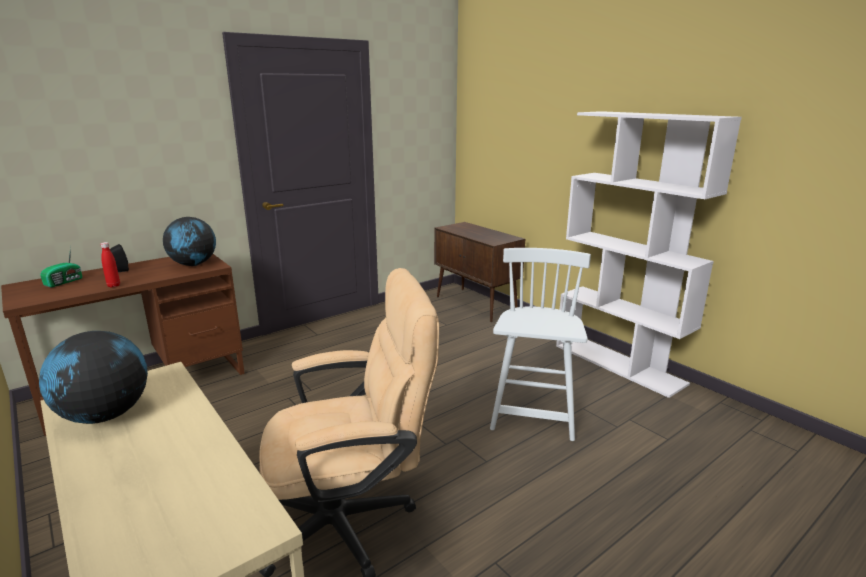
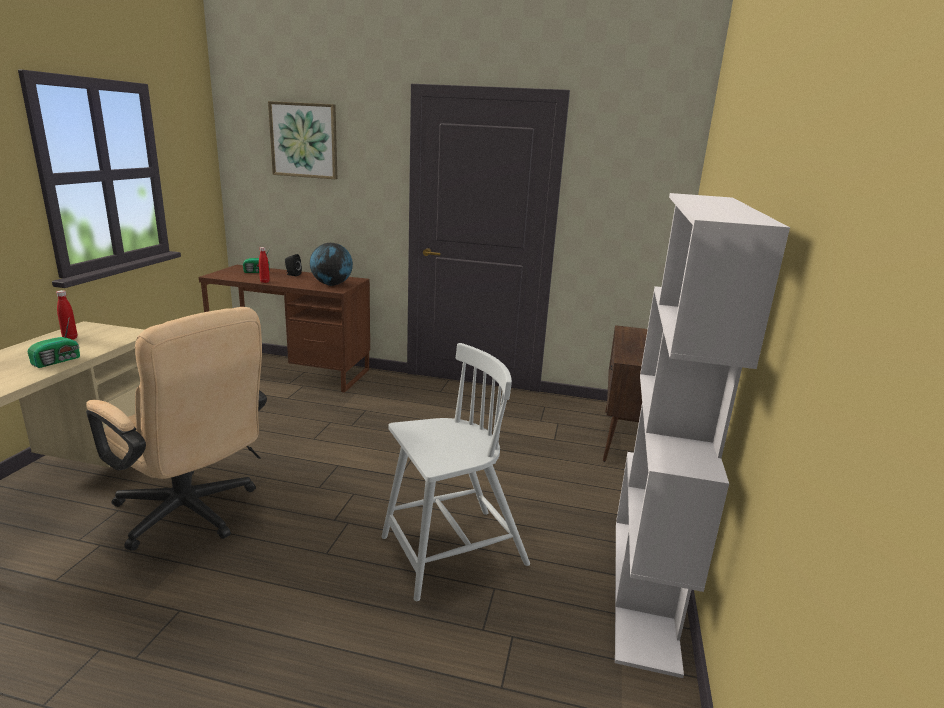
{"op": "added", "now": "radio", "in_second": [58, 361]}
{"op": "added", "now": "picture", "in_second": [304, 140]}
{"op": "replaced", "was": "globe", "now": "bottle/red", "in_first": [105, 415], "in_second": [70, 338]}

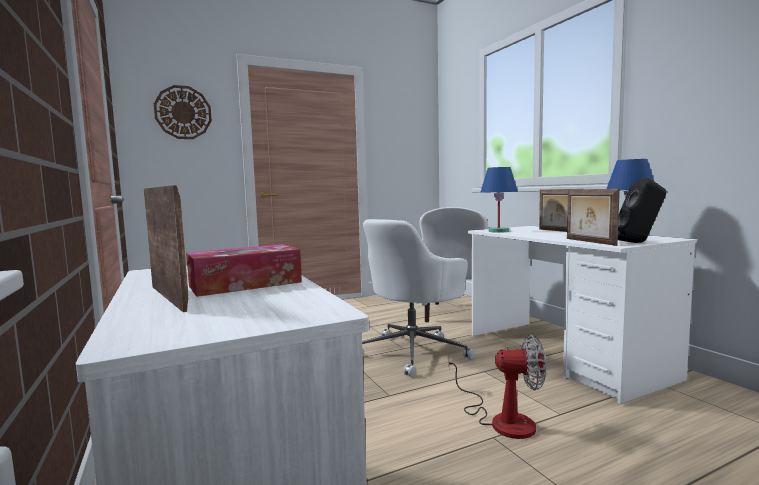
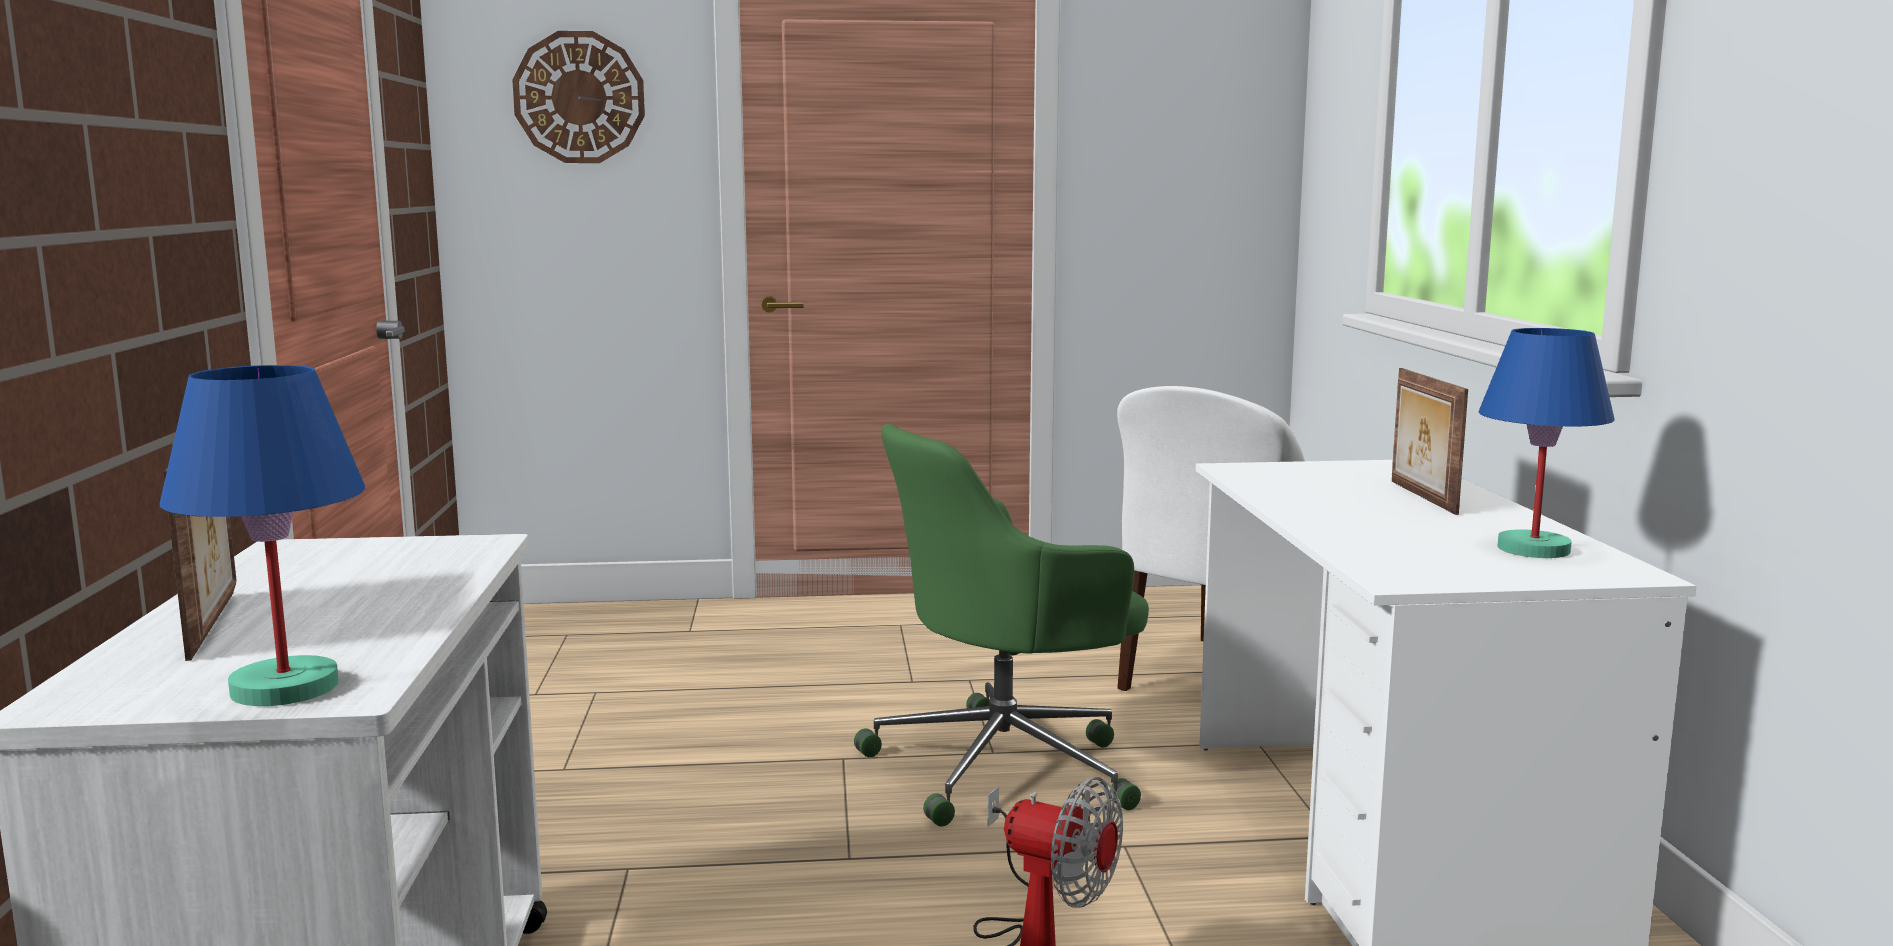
{"op": "removed", "was": "tissue box", "in_first": [245, 284]}
{"op": "removed", "was": "picture frame", "in_first": [589, 242]}
{"op": "removed", "was": "speaker/black", "in_first": [639, 242]}
{"op": "moved", "was": "table lamp/blue", "in_first": [498, 231], "in_second": [282, 688]}
{"op": "recoloured", "was": "office chair/white", "now": "office chair/green", "in_first": [414, 352], "in_second": [1007, 766]}

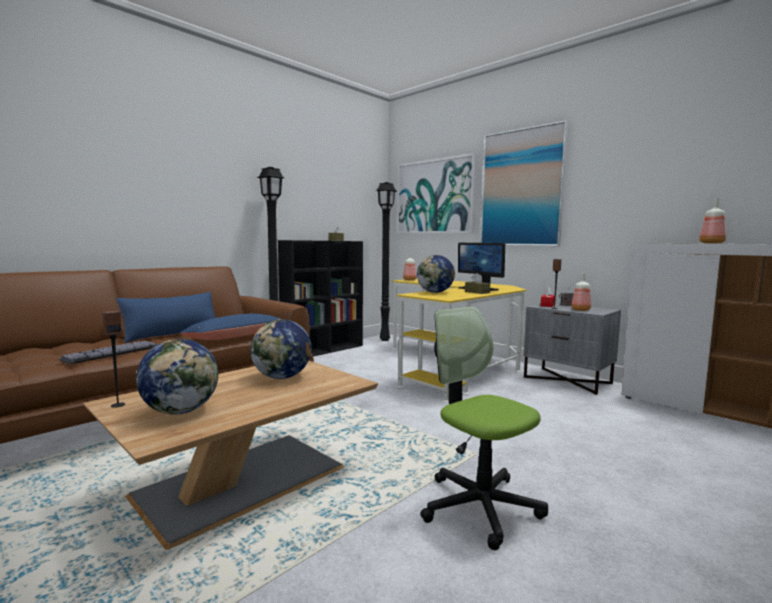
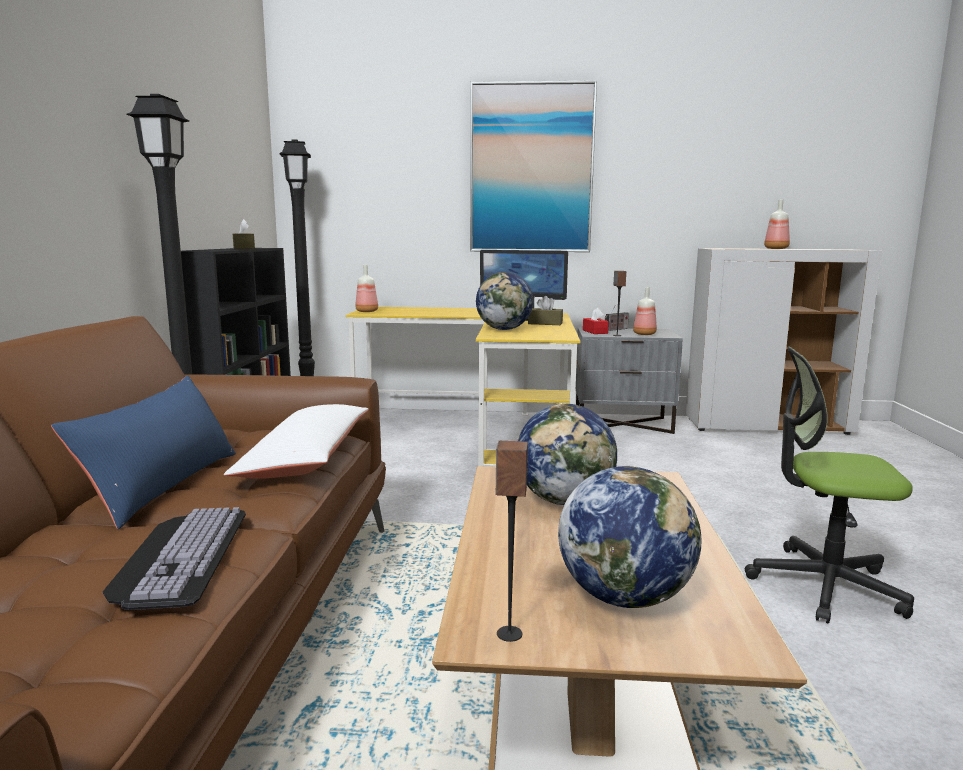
{"op": "removed", "was": "picture", "in_first": [434, 197]}
{"op": "recoloured", "was": "pillow/blue", "now": "pillow/white", "in_first": [234, 337], "in_second": [306, 459]}

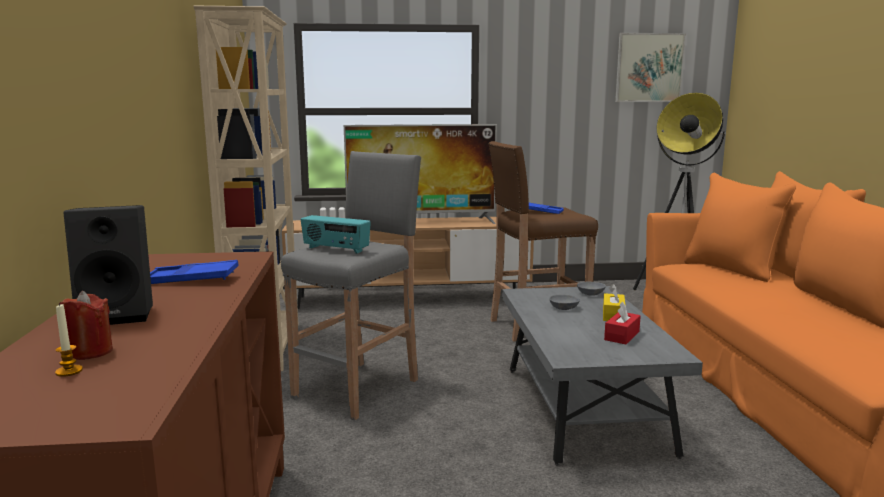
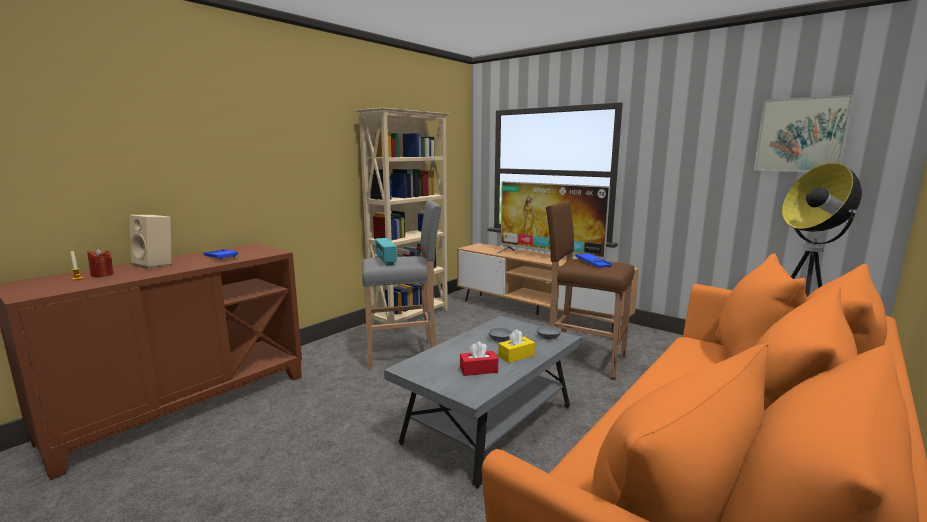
{"op": "recoloured", "was": "speaker/black", "now": "speaker/beige", "in_first": [119, 314], "in_second": [156, 264]}

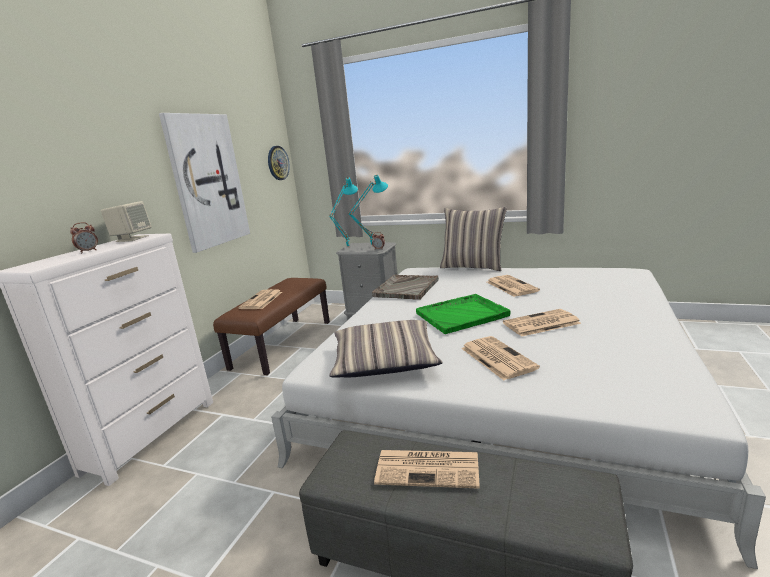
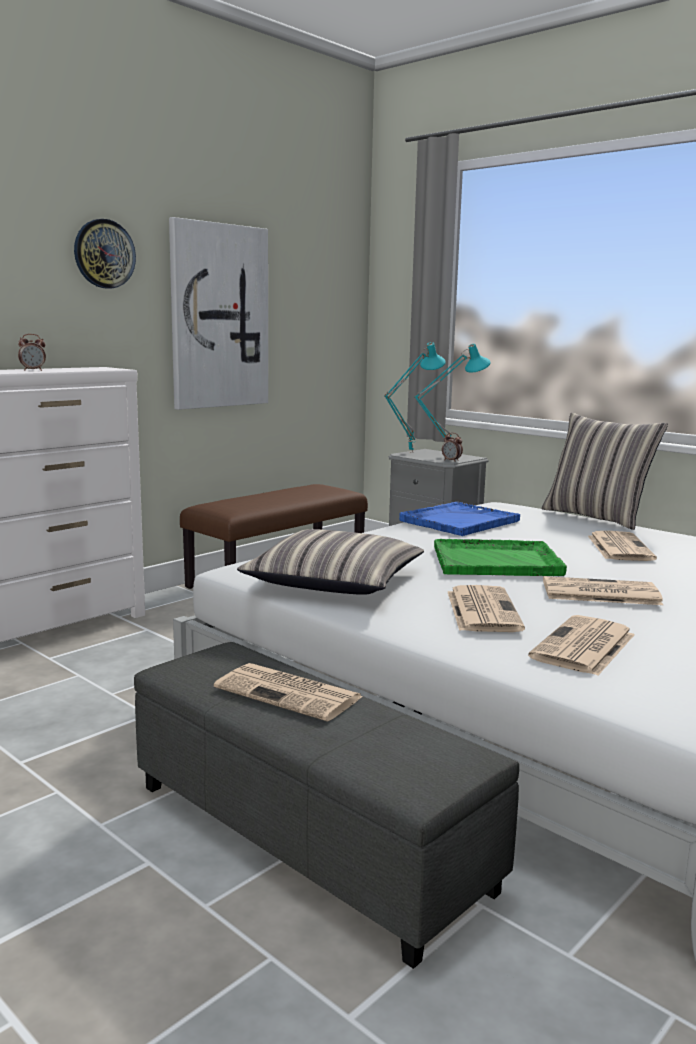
{"op": "removed", "was": "speaker/beige", "in_first": [132, 239]}
{"op": "moved", "was": "newspaper", "in_first": [261, 300], "in_second": [584, 647]}
{"op": "moved", "was": "wall clock", "in_first": [278, 163], "in_second": [104, 254]}
{"op": "recoloured", "was": "tray/grey", "now": "tray/blue", "in_first": [406, 288], "in_second": [458, 521]}

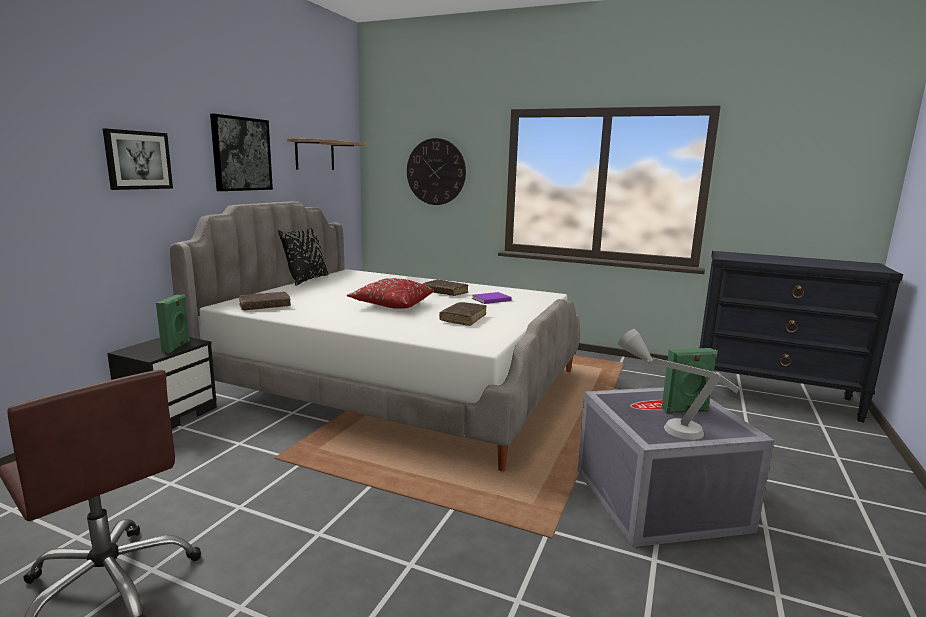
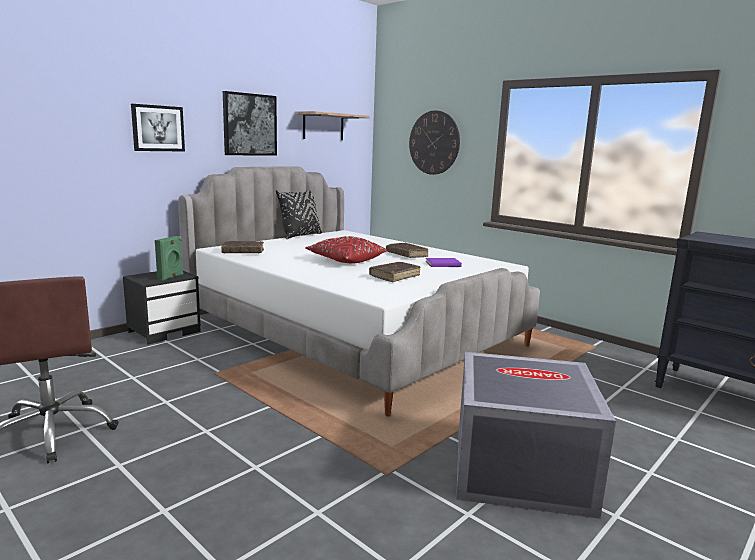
{"op": "removed", "was": "table lamp/grey", "in_first": [664, 424]}
{"op": "removed", "was": "speaker/green", "in_first": [685, 410]}

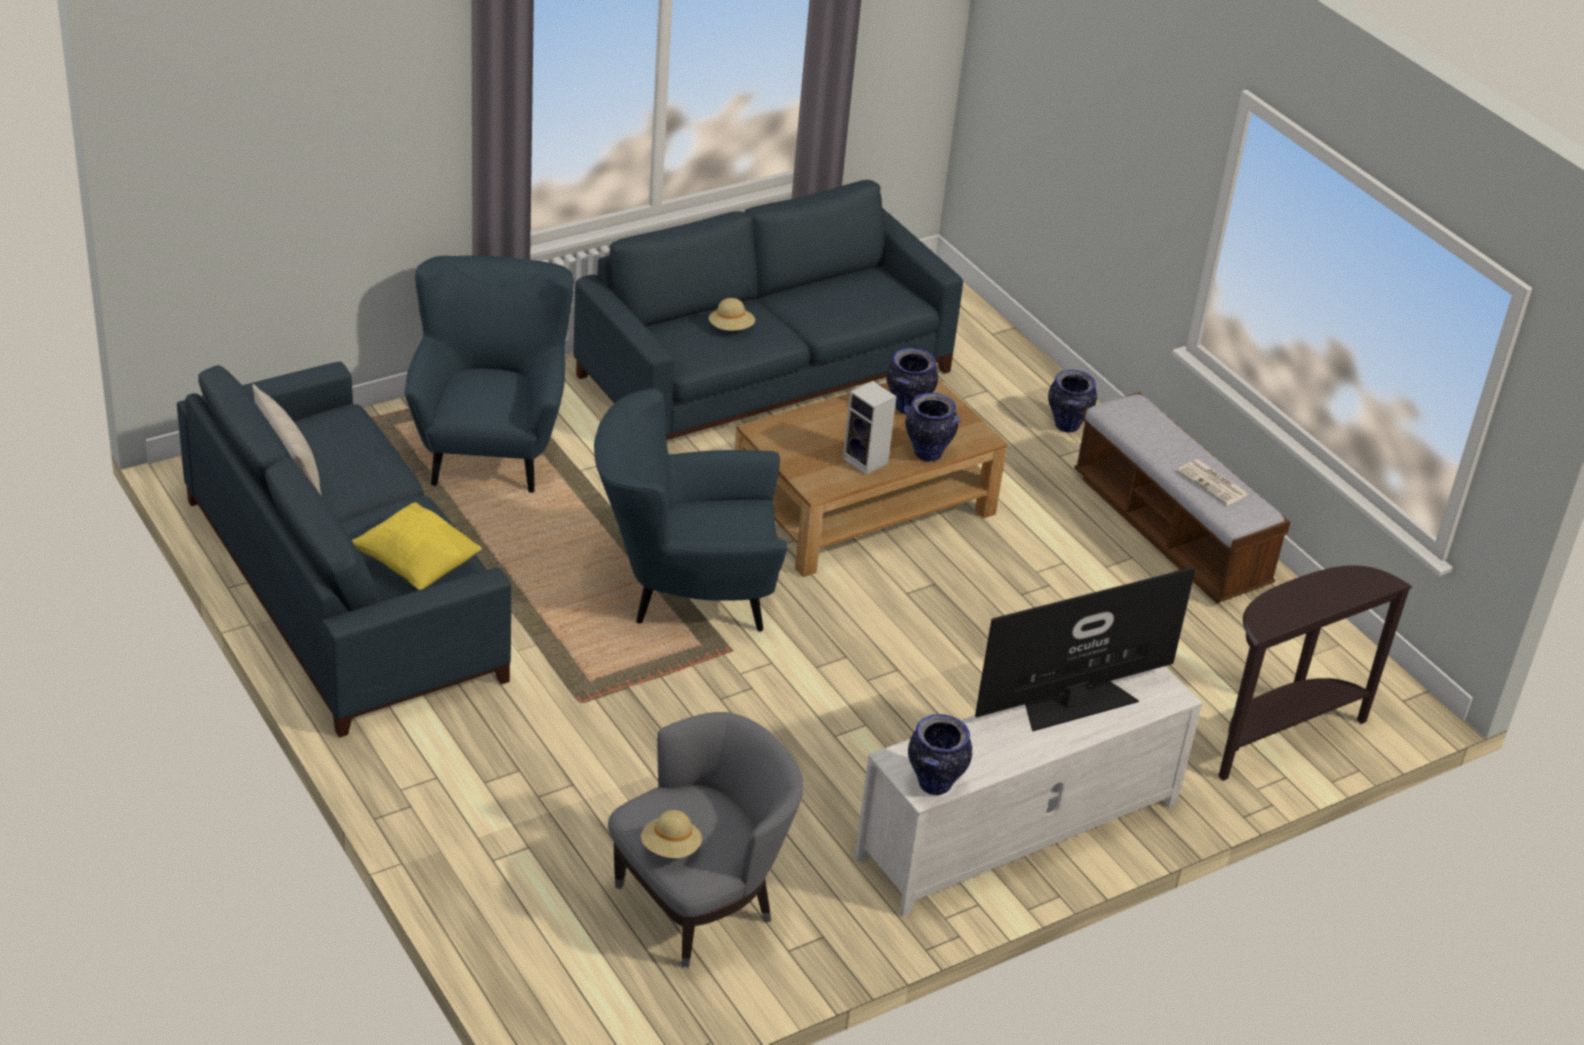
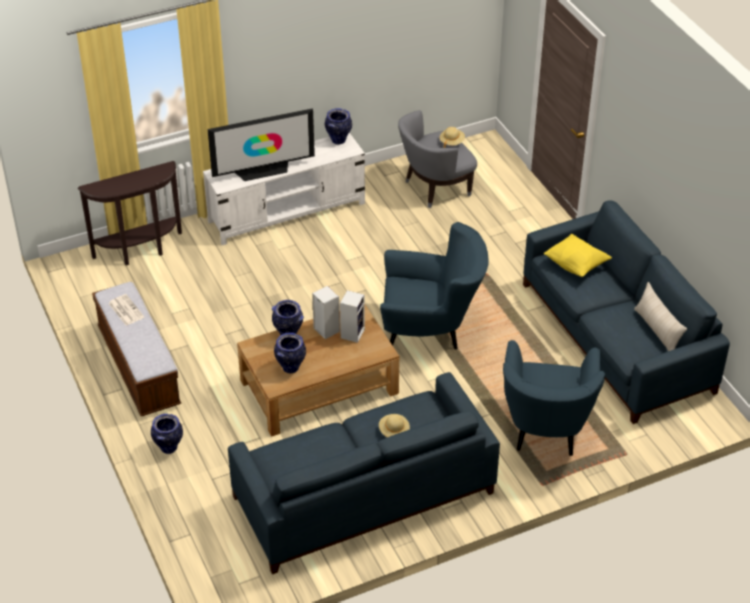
{"op": "added", "now": "speaker", "in_second": [352, 333]}

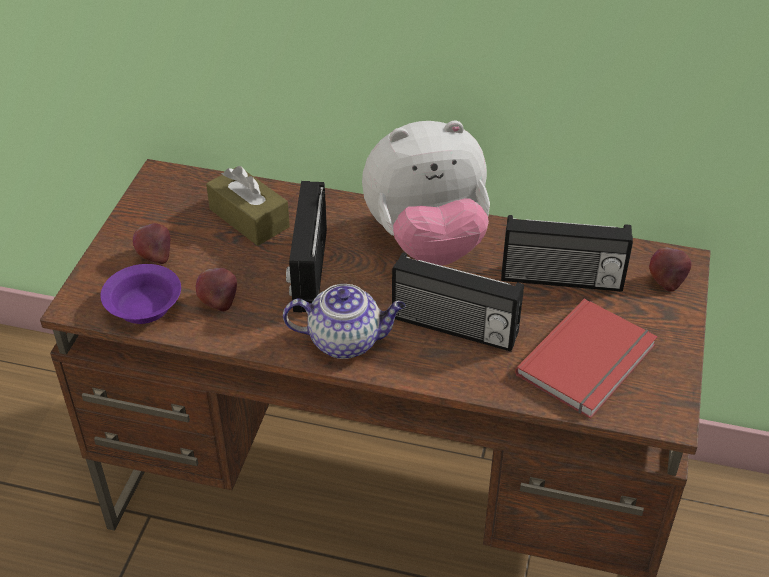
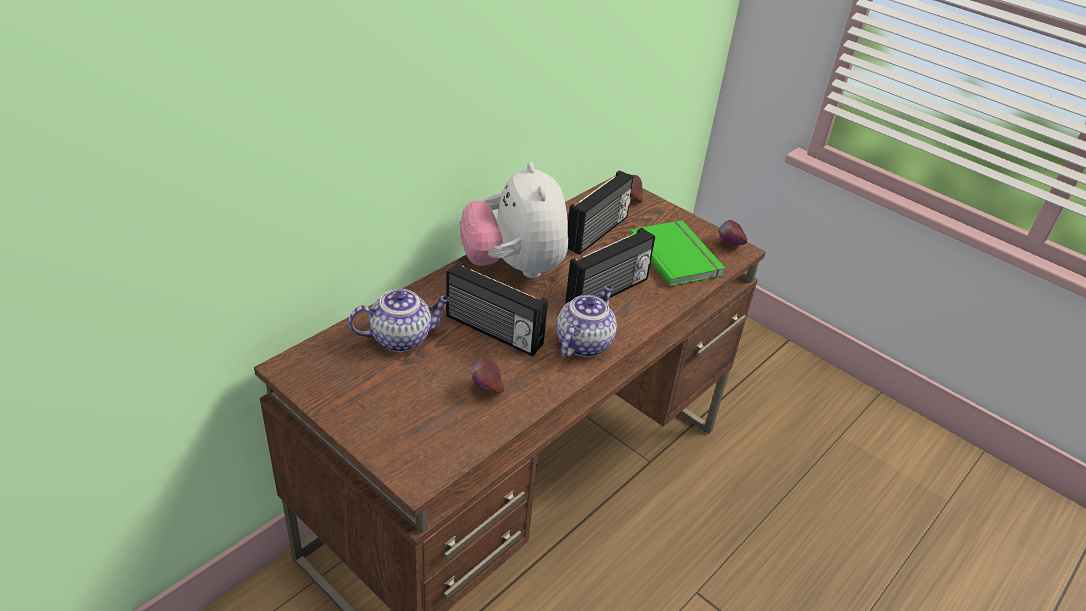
{"op": "removed", "was": "bowl/purple", "in_first": [145, 306]}
{"op": "moved", "was": "apple", "in_first": [155, 256], "in_second": [730, 245]}
{"op": "replaced", "was": "tissue box/brown", "now": "teapot", "in_first": [249, 218], "in_second": [402, 338]}
{"op": "recoloured", "was": "book/red", "now": "book/green", "in_first": [590, 362], "in_second": [677, 255]}
{"op": "turned", "was": "plush toy", "in_first": [427, 242], "in_second": [514, 267], "clockwise": 150}

